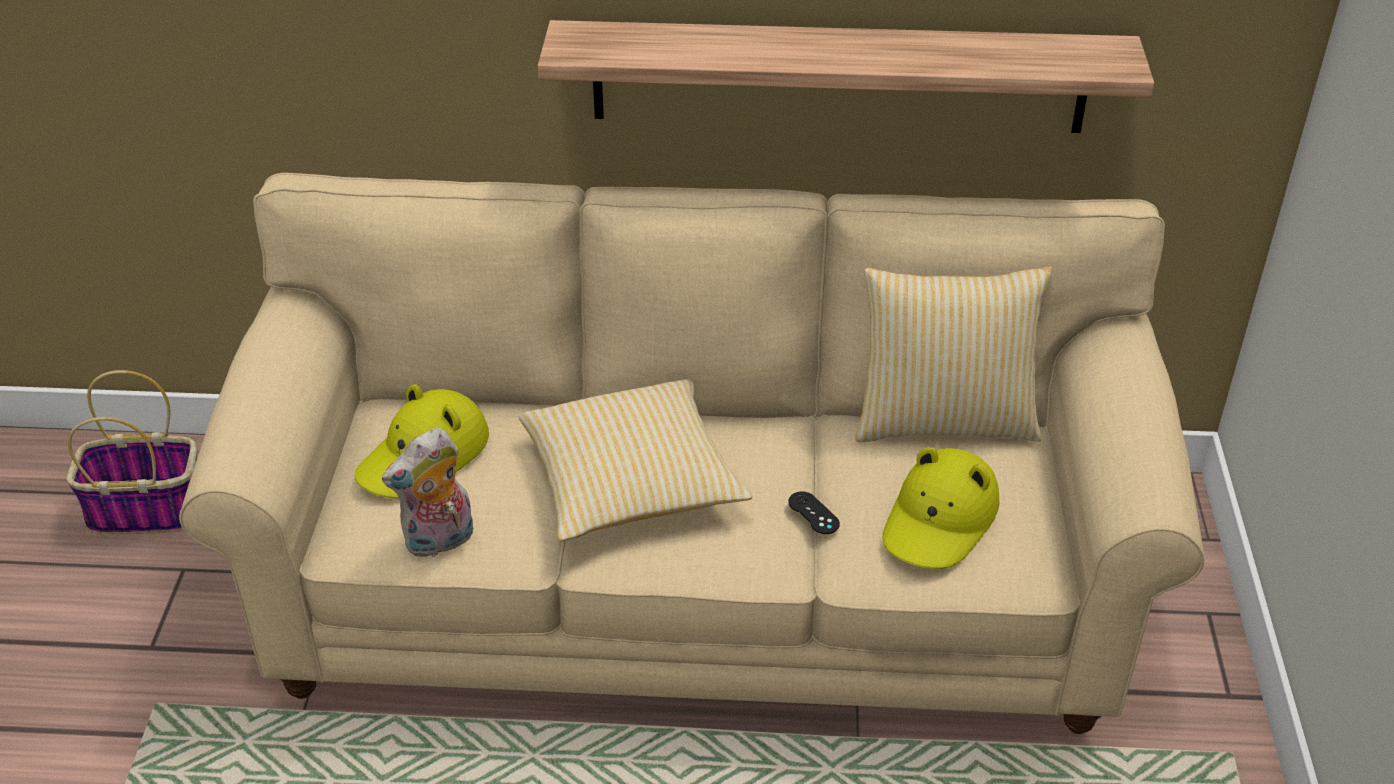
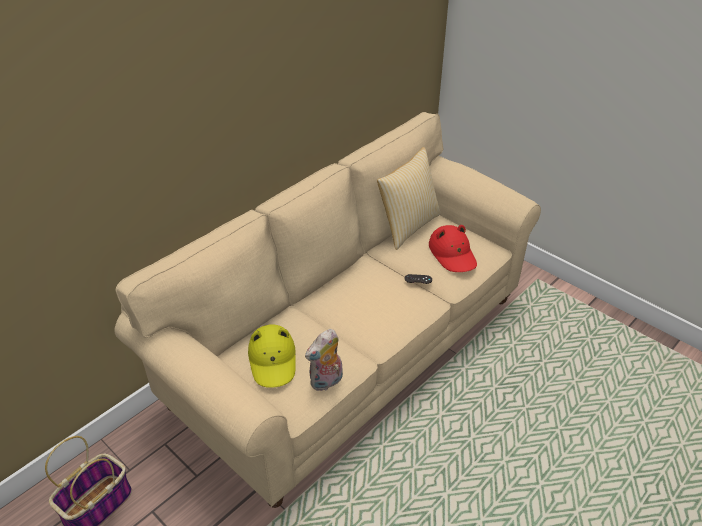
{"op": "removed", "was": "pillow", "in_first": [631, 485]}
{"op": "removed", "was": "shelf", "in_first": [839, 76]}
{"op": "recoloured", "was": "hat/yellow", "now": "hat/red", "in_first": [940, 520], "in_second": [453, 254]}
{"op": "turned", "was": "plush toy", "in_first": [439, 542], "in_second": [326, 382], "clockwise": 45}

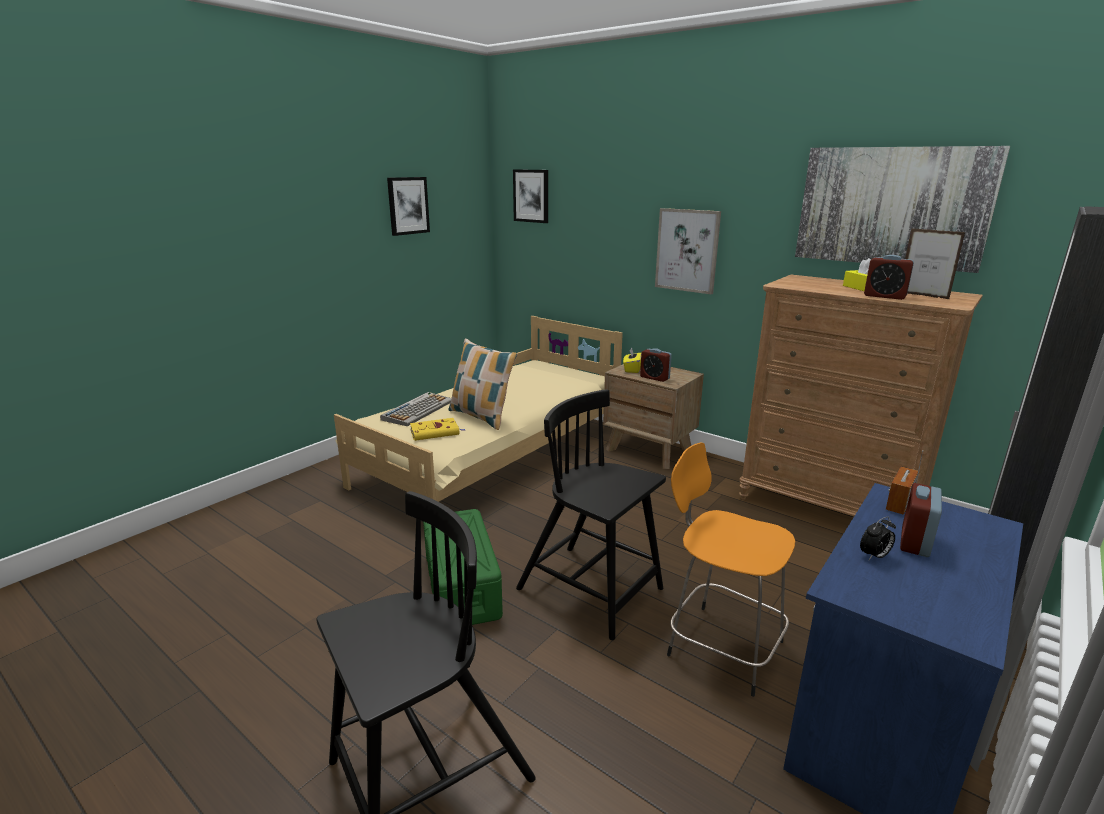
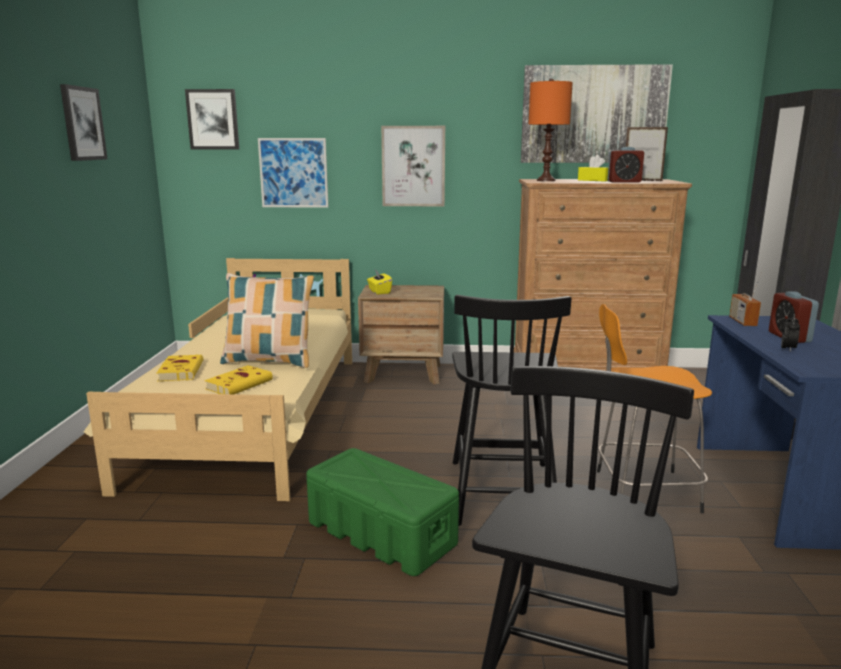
{"op": "removed", "was": "alarm clock", "in_first": [654, 378]}
{"op": "added", "now": "picture", "in_second": [293, 173]}
{"op": "added", "now": "table lamp/orange", "in_second": [545, 180]}
{"op": "replaced", "was": "keyboard", "now": "book/yellow", "in_first": [418, 410], "in_second": [181, 371]}
{"op": "turned", "was": "chair/black", "in_first": [592, 590], "in_second": [502, 491], "clockwise": -90}

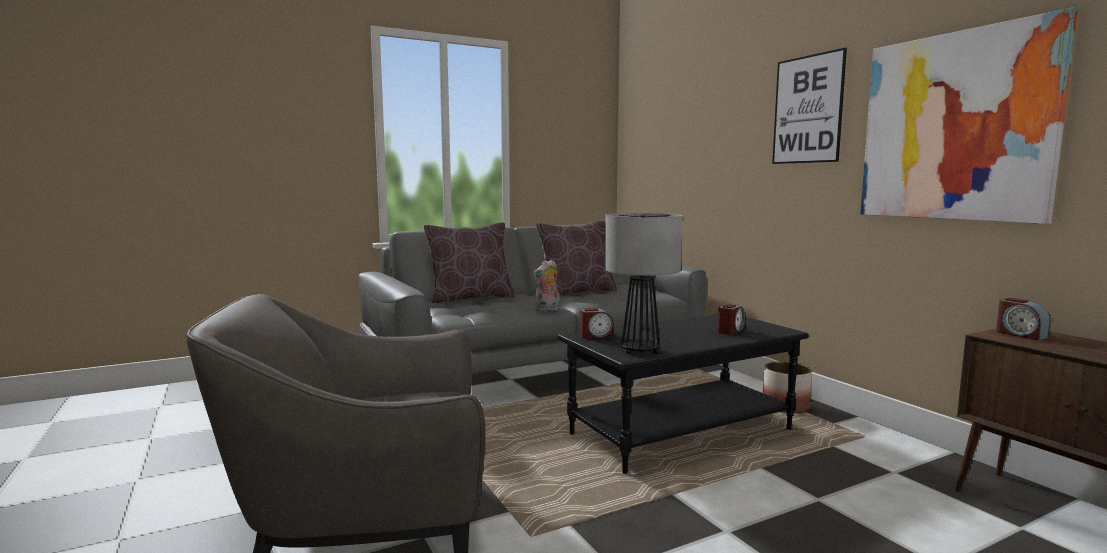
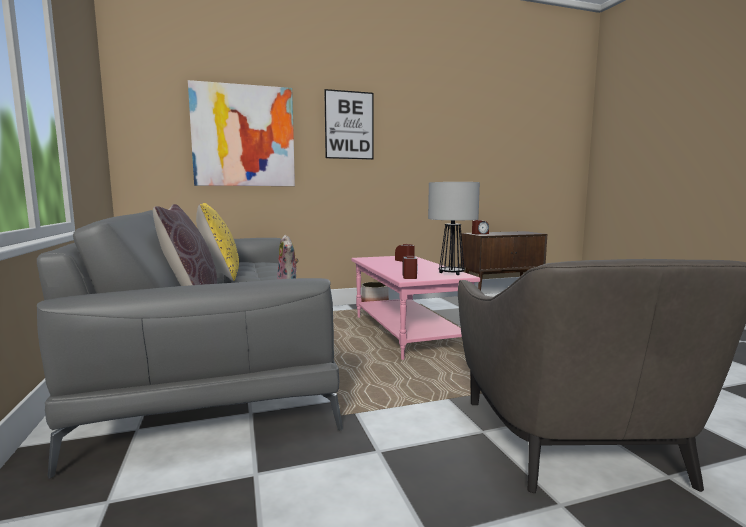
{"op": "moved", "was": "picture", "in_first": [955, 127], "in_second": [243, 136]}
{"op": "recoloured", "was": "pillow/brown", "now": "pillow/yellow", "in_first": [577, 292], "in_second": [220, 274]}
{"op": "recoloured", "was": "coffee table/black", "now": "coffee table/pink", "in_first": [680, 431], "in_second": [405, 333]}

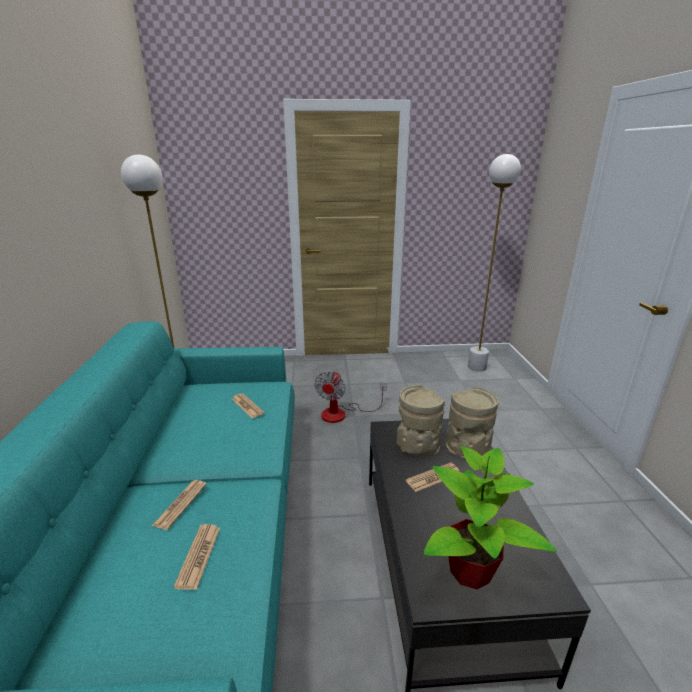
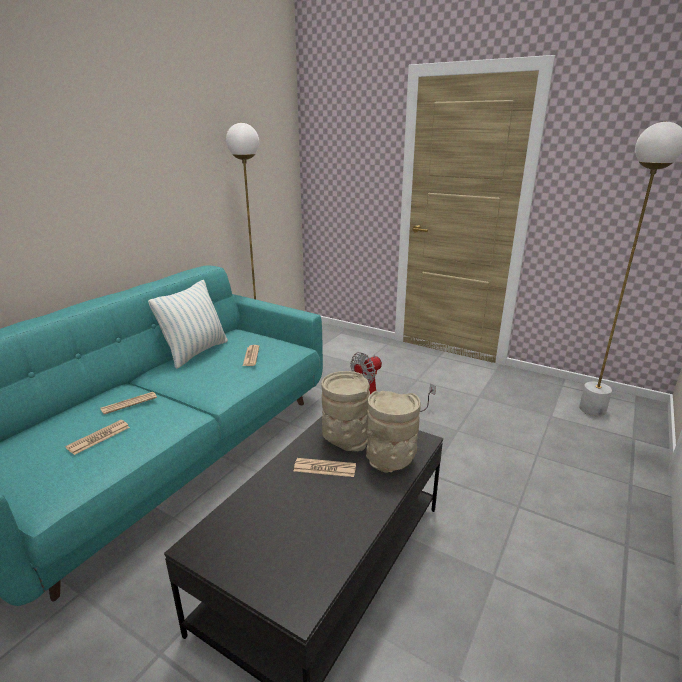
{"op": "removed", "was": "potted plant", "in_first": [470, 572]}
{"op": "added", "now": "pillow", "in_second": [196, 352]}

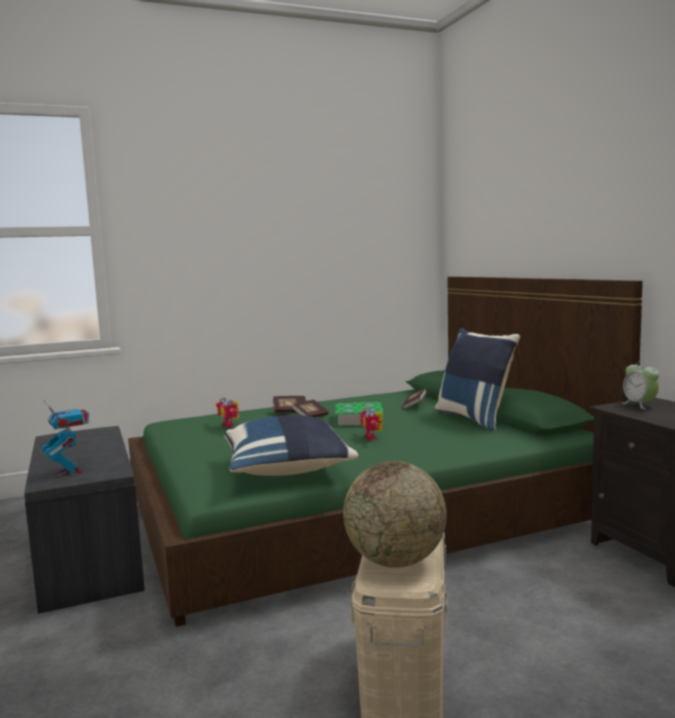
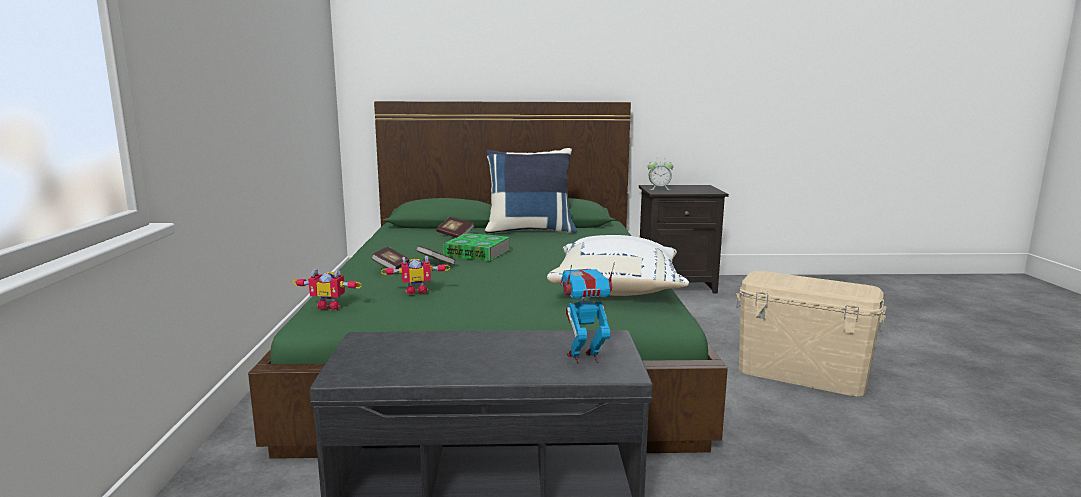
{"op": "removed", "was": "globe", "in_first": [396, 561]}
{"op": "moved", "was": "toy robot", "in_first": [373, 437], "in_second": [330, 306]}
{"op": "recoloured", "was": "pillow/blue", "now": "pillow/white", "in_first": [288, 470], "in_second": [617, 290]}

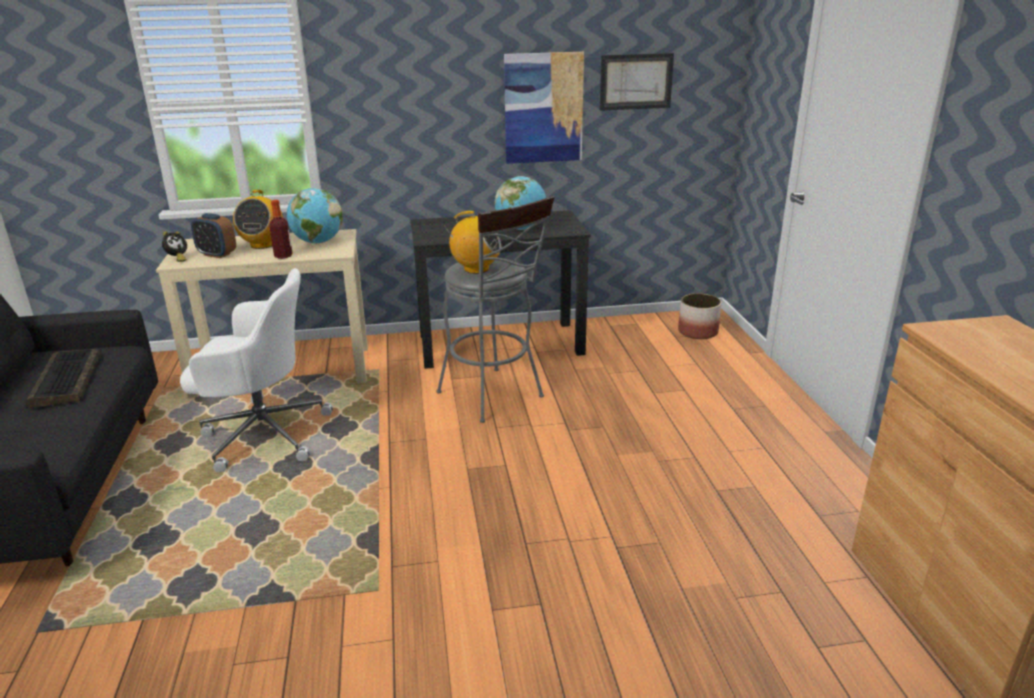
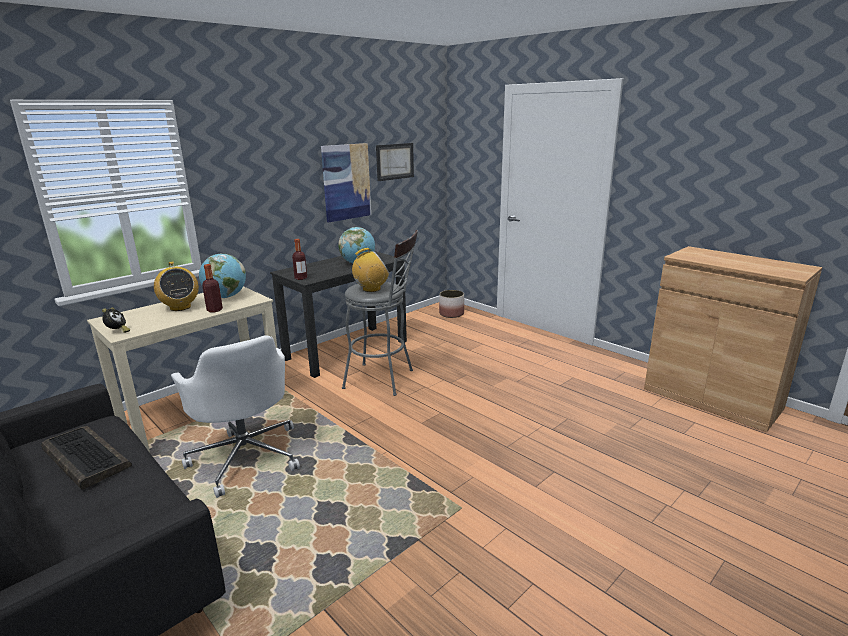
{"op": "removed", "was": "alarm clock", "in_first": [217, 254]}
{"op": "added", "now": "bottle", "in_second": [301, 278]}
{"op": "turned", "was": "office chair/white", "in_first": [262, 434], "in_second": [246, 456], "clockwise": 90}

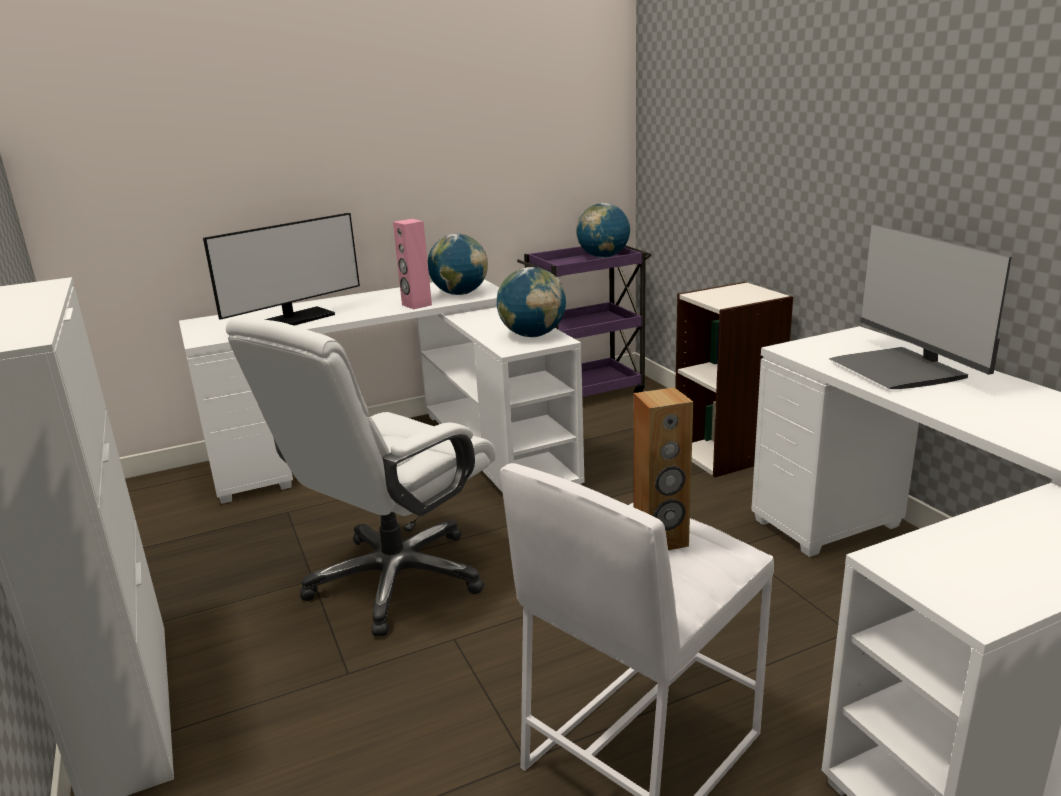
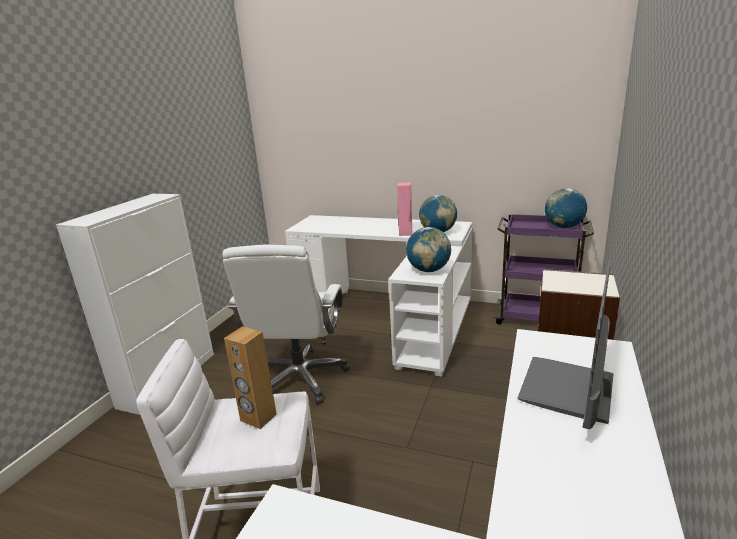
{"op": "removed", "was": "monitor", "in_first": [293, 320]}
{"op": "turned", "was": "office chair/white", "in_first": [395, 580], "in_second": [300, 378], "clockwise": -75}

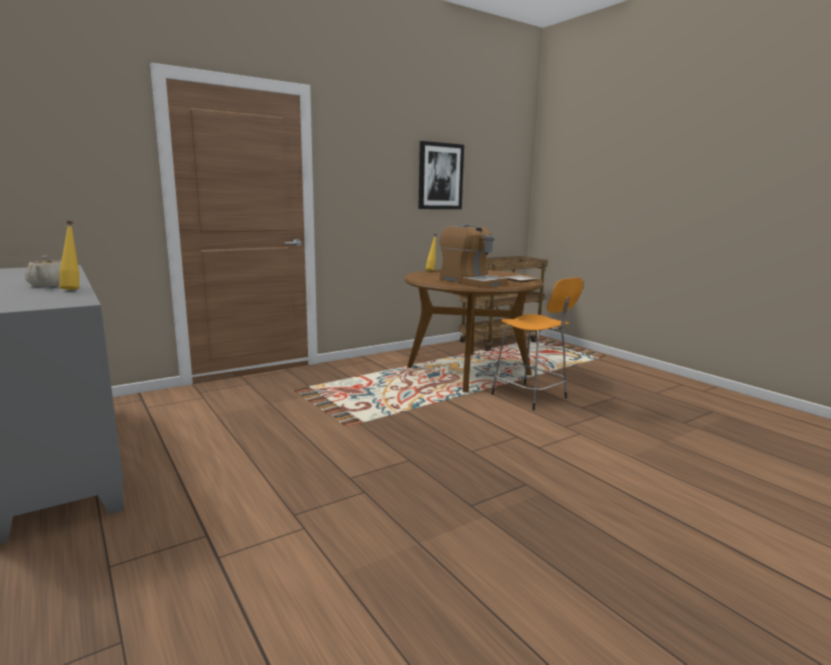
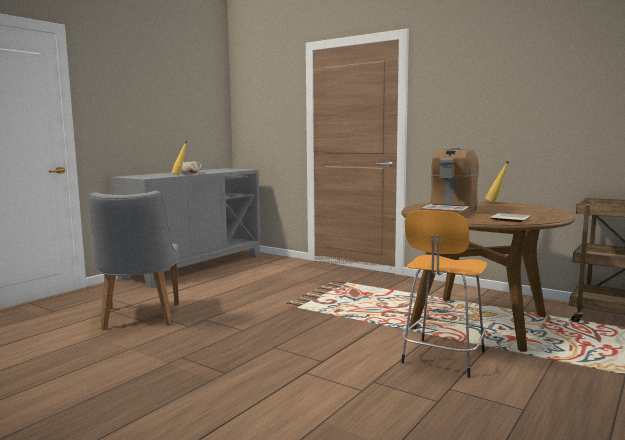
{"op": "removed", "was": "picture", "in_first": [440, 176]}
{"op": "added", "now": "chair/grey", "in_second": [139, 319]}

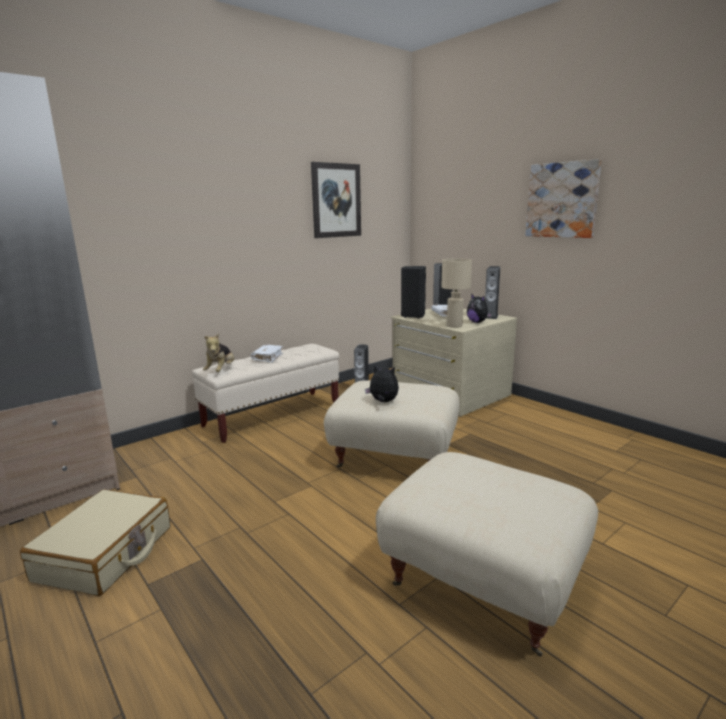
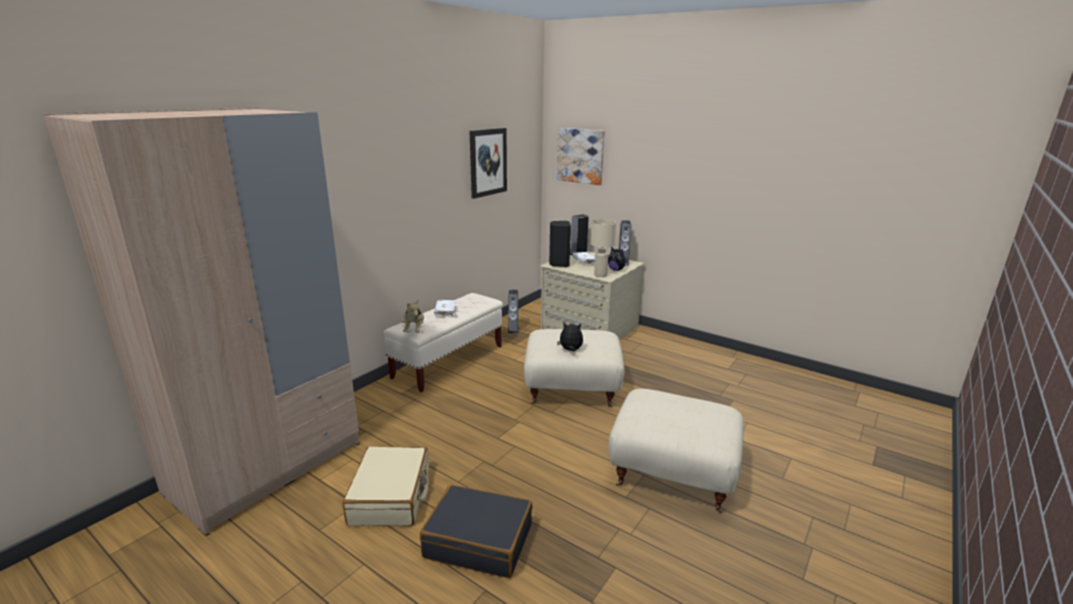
{"op": "added", "now": "suitcase/black", "in_second": [479, 541]}
{"op": "moved", "was": "picture", "in_first": [562, 200], "in_second": [580, 156]}

